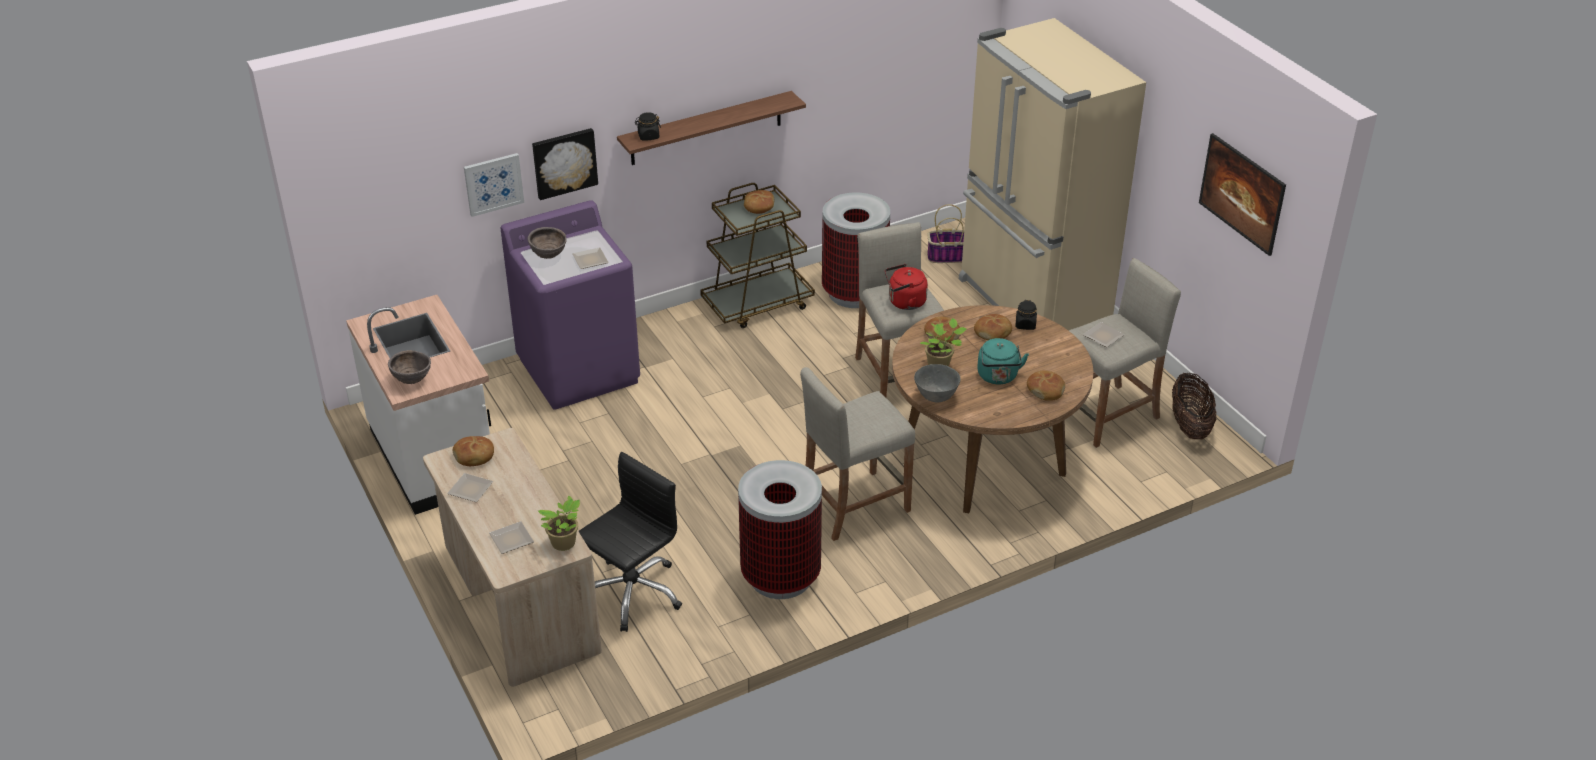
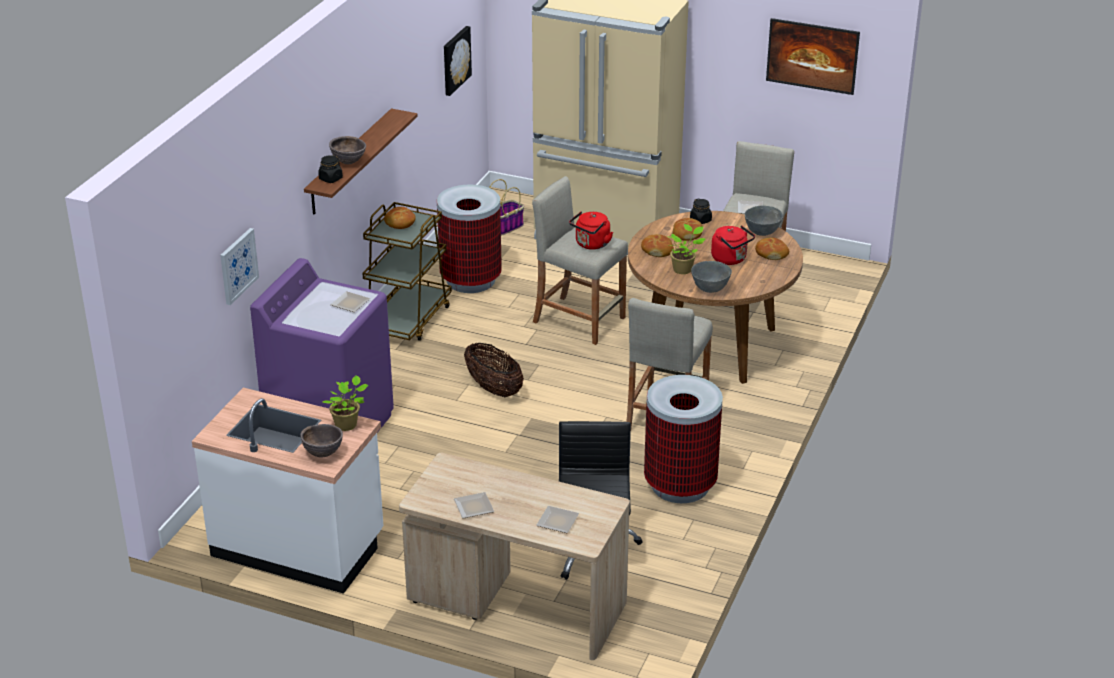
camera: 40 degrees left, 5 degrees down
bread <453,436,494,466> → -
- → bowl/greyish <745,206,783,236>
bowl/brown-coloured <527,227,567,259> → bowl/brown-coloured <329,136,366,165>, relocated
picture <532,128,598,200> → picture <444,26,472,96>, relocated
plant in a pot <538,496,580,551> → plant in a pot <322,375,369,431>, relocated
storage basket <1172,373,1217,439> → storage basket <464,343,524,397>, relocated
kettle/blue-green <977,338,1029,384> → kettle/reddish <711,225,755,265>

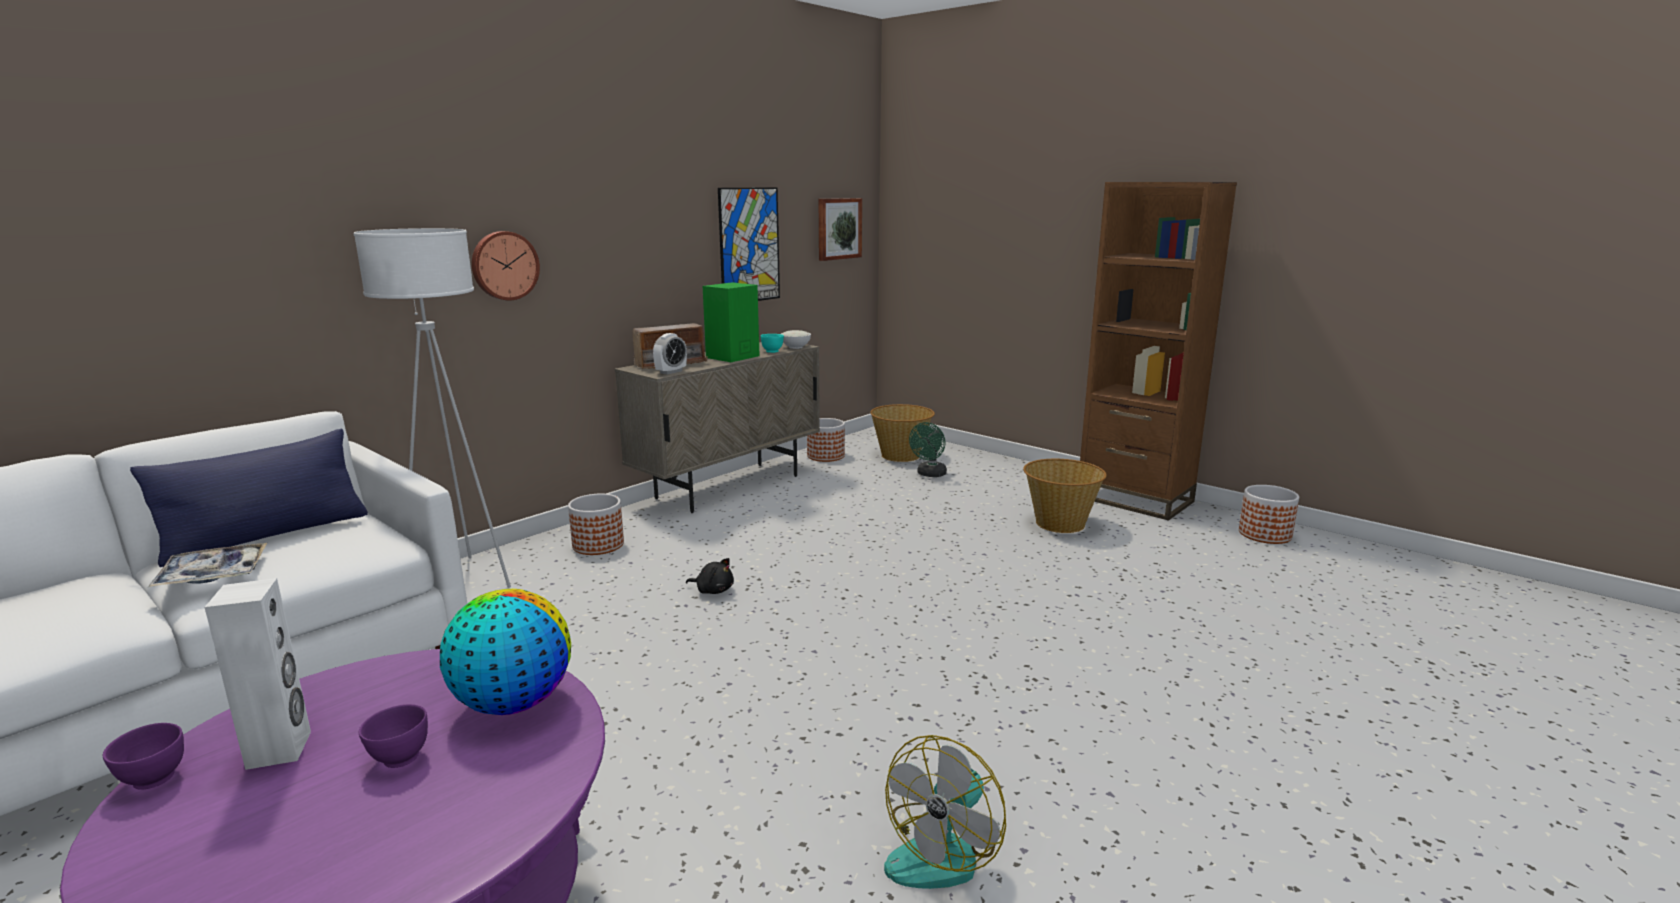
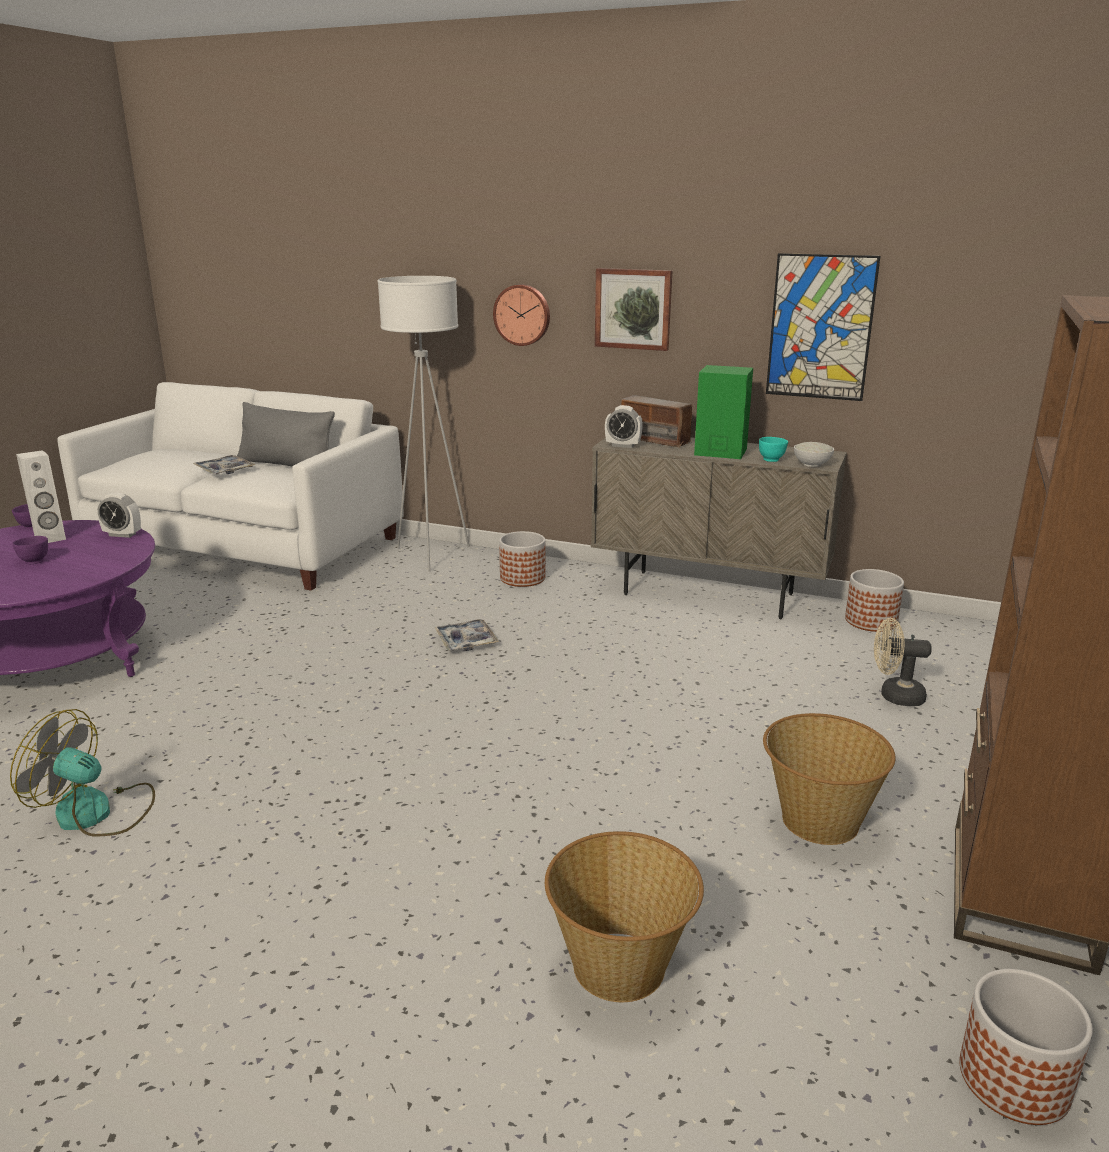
camera: 70 degrees right, 5 degrees up
desk globe <440,589,571,715> → -
- → bedside clock <97,493,141,538>
picture <819,198,862,261> → picture <595,268,672,351>, relocated
storage basket <870,404,935,462> → storage basket <545,831,704,1002>, relocated
cuddly toy/blackish <686,558,734,594> → carrying tray <434,619,499,651>
cushion/bluish <130,429,368,567> → cushion/greyish <237,402,335,466>
electric fan/greenish <909,422,947,477> → electric fan/sand-coloured <874,618,932,706>

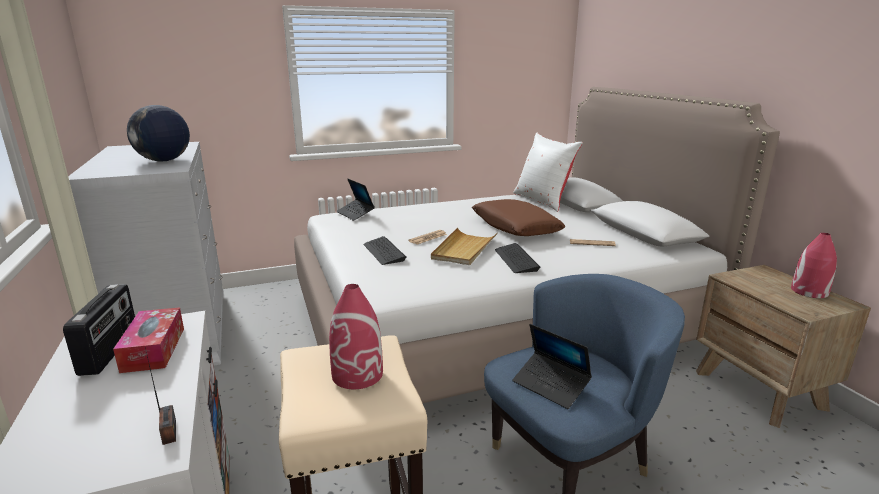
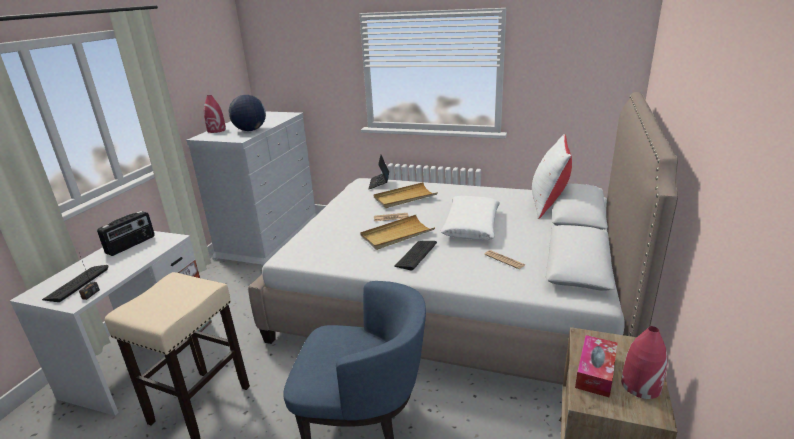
camera: 40 degrees right, 5 degrees up
portable computer <512,324,592,409> → -
- → carrying tray/sand-coloured <373,182,438,208>
box of tissues <113,307,184,373> → box of tissues <575,335,617,397>, relocated
vase/reddish <329,284,383,389> → vase/reddish <204,95,226,133>, relocated
keyboard <364,236,406,265> → keyboard <42,265,109,302>, relocated
cushion/brown-coloured <472,199,566,236> → cushion/white <440,196,500,240>

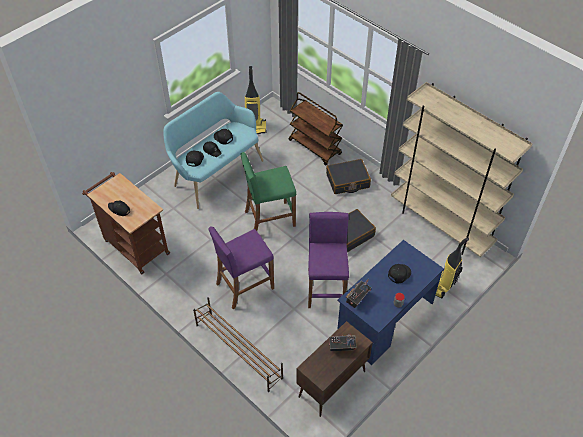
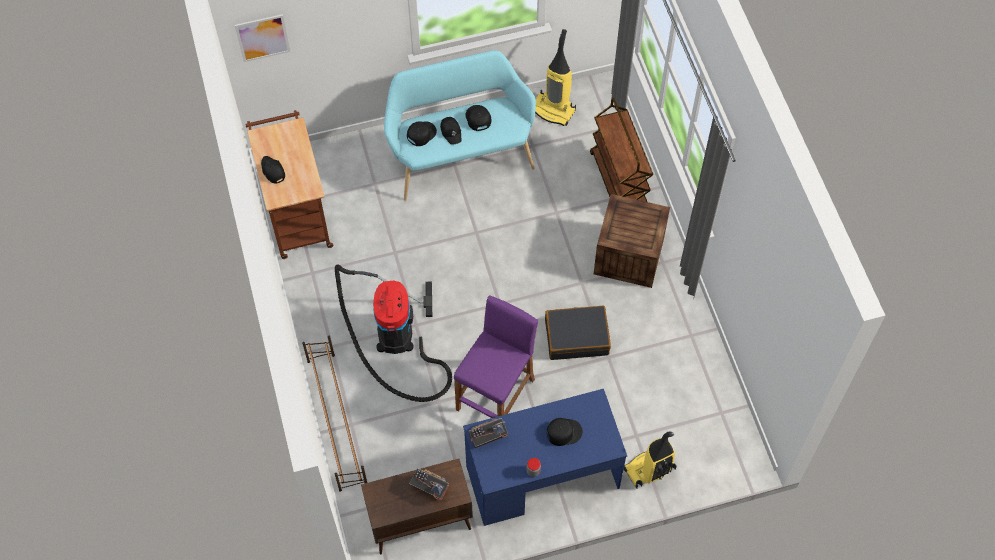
camera: 30 degrees right, 10 degrees up
sitting stool/greenish <241,152,296,231> → -
shelving unit/sand-coloured <391,82,533,257> → -
- → picture <235,14,291,62>
sitting stool/purple-coloured <208,226,274,309> → hoover <335,265,452,402>
suitcase/blackish <326,159,371,194> → shipping crate <594,194,670,288>

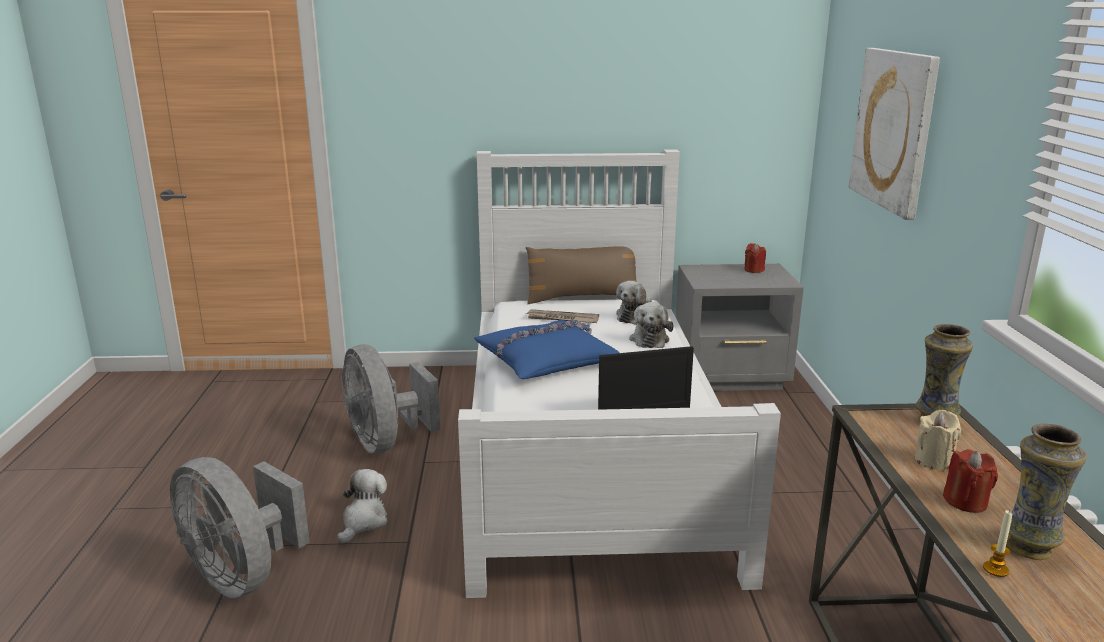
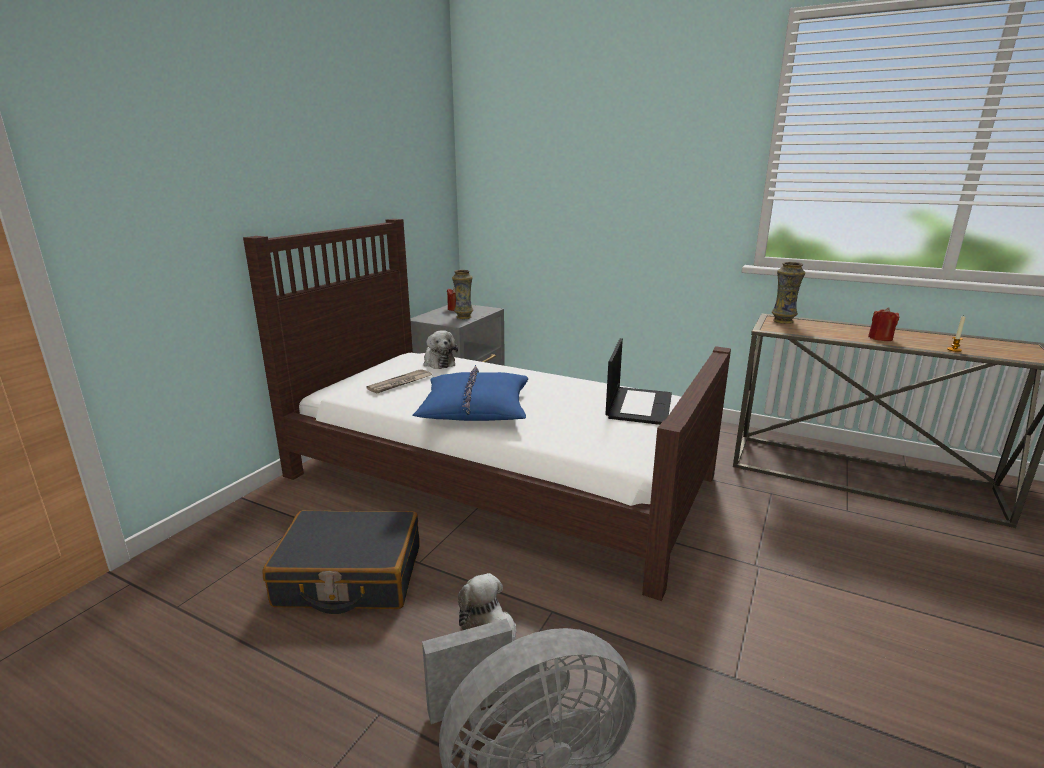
camera: 60 degrees left, 0 degrees up
cushion/brown-coloured <526,246,637,304> → -
cuddly toy <629,302,674,348> → -
picture <849,48,940,220> → -
wax light/sand-coloured <915,410,961,470> → -
vase <1007,424,1087,560> → vase <452,270,473,319>, relocated
electric fan/greyish <341,344,441,454> → suitcase/blackish <262,510,420,614>
bed/white <458,150,781,598> → bed/brown-coloured <243,219,731,601>

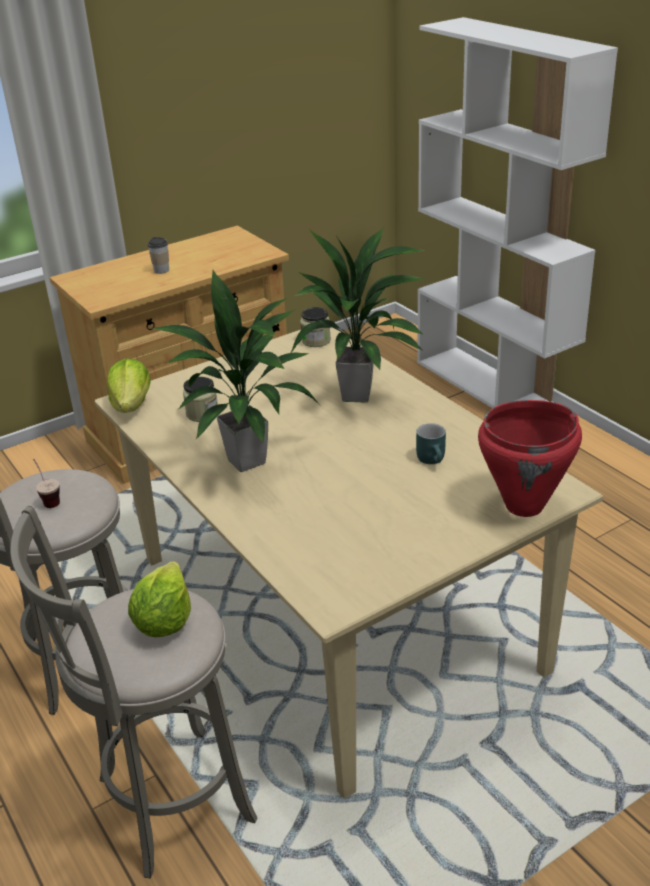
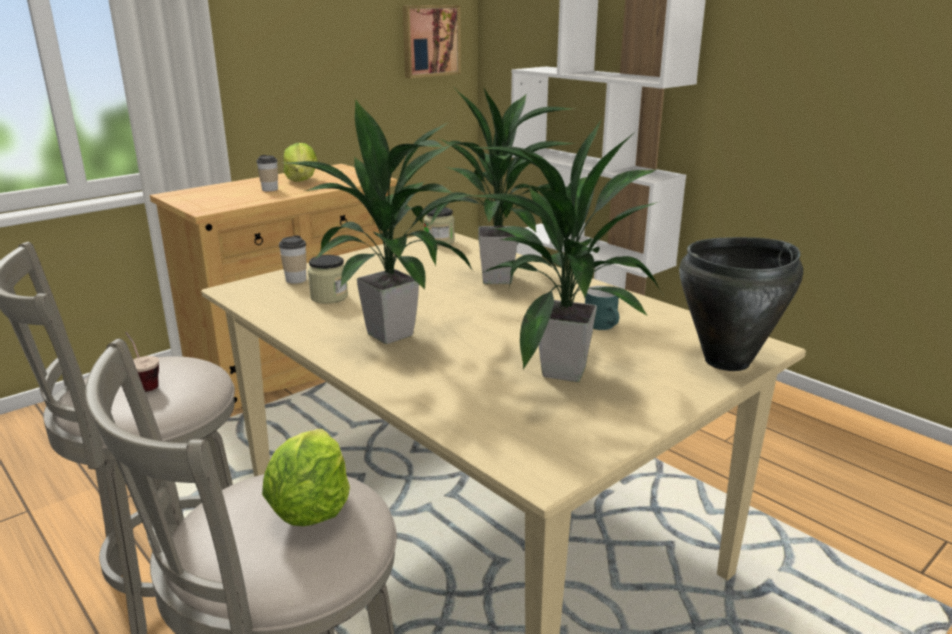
camera: 10 degrees left, 10 degrees down
- → drinking cup <279,235,306,284>
- → picture <403,5,461,78>
- → plant in a pot <470,120,662,382>
head of lettuce <107,359,151,413> → head of lettuce <283,143,318,182>, relocated
saucepot/reddish <478,400,582,517> → saucepot/blackish <679,237,803,371>

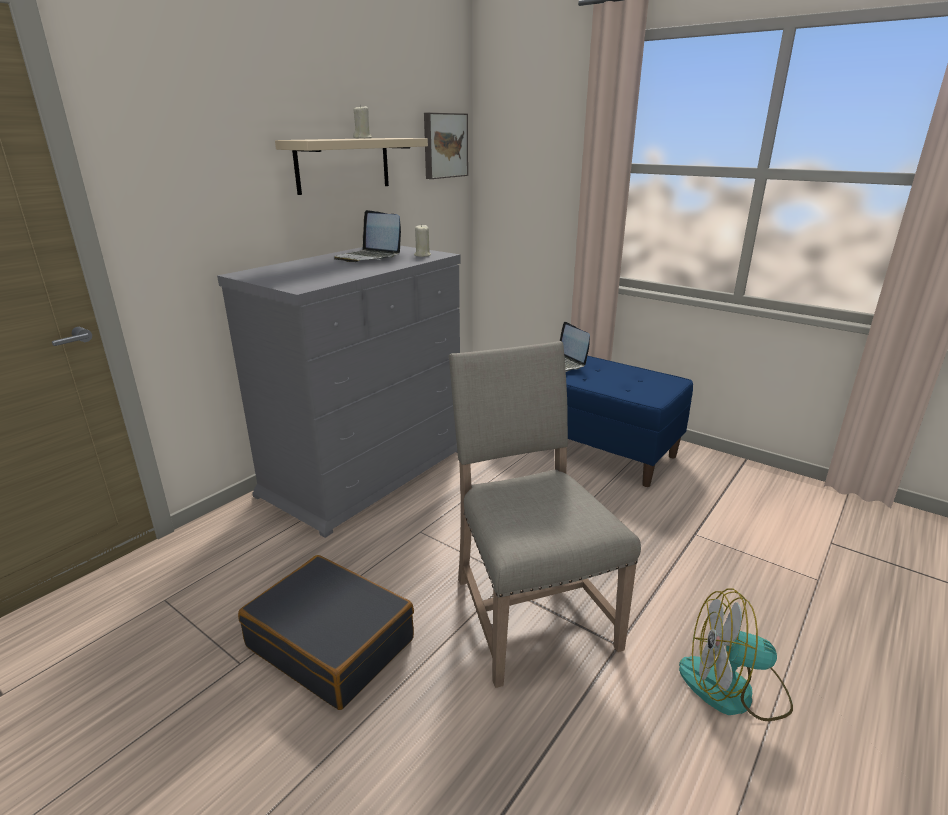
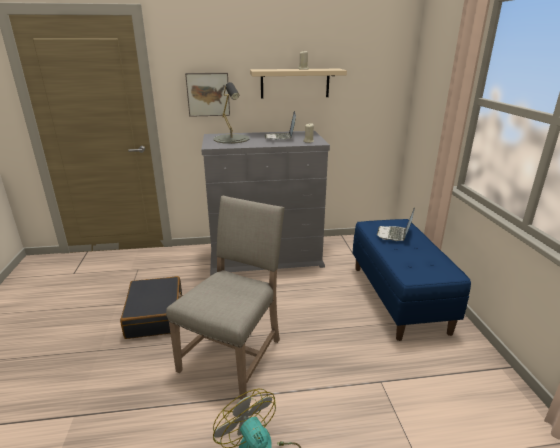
camera: 45 degrees right, 0 degrees up
- → tabletop lamp/greyish <214,82,250,144>
picture <424,113,468,179> → picture <185,73,230,117>, relocated

